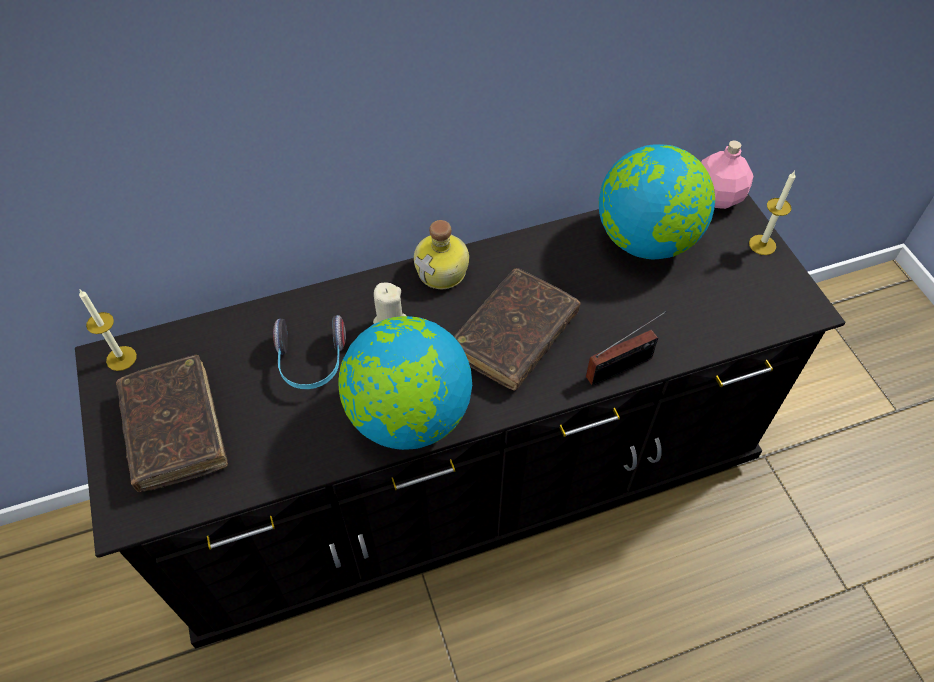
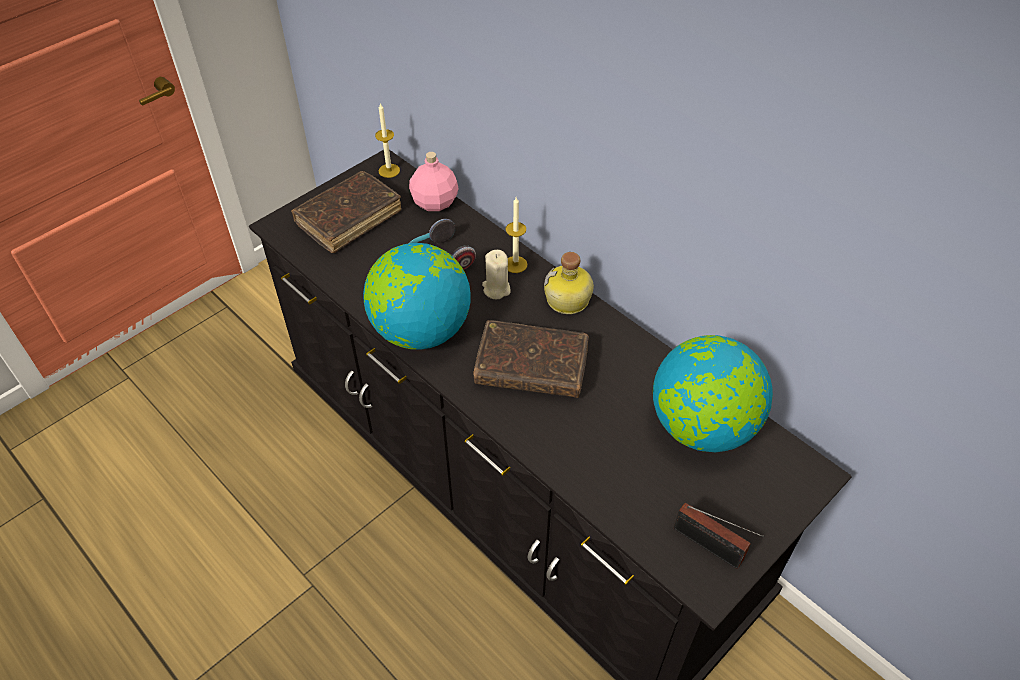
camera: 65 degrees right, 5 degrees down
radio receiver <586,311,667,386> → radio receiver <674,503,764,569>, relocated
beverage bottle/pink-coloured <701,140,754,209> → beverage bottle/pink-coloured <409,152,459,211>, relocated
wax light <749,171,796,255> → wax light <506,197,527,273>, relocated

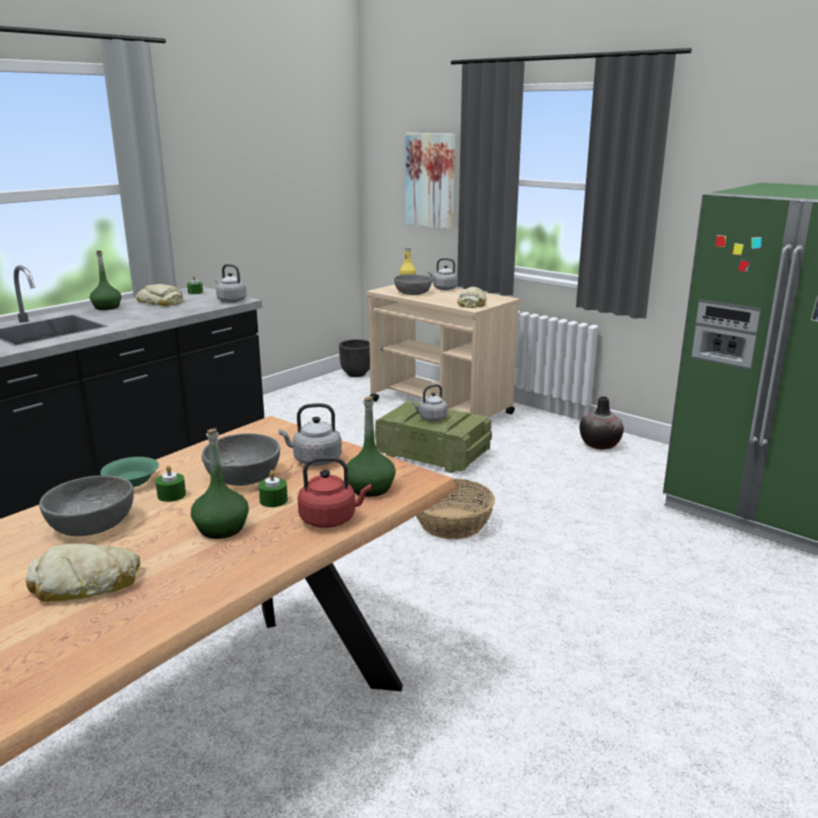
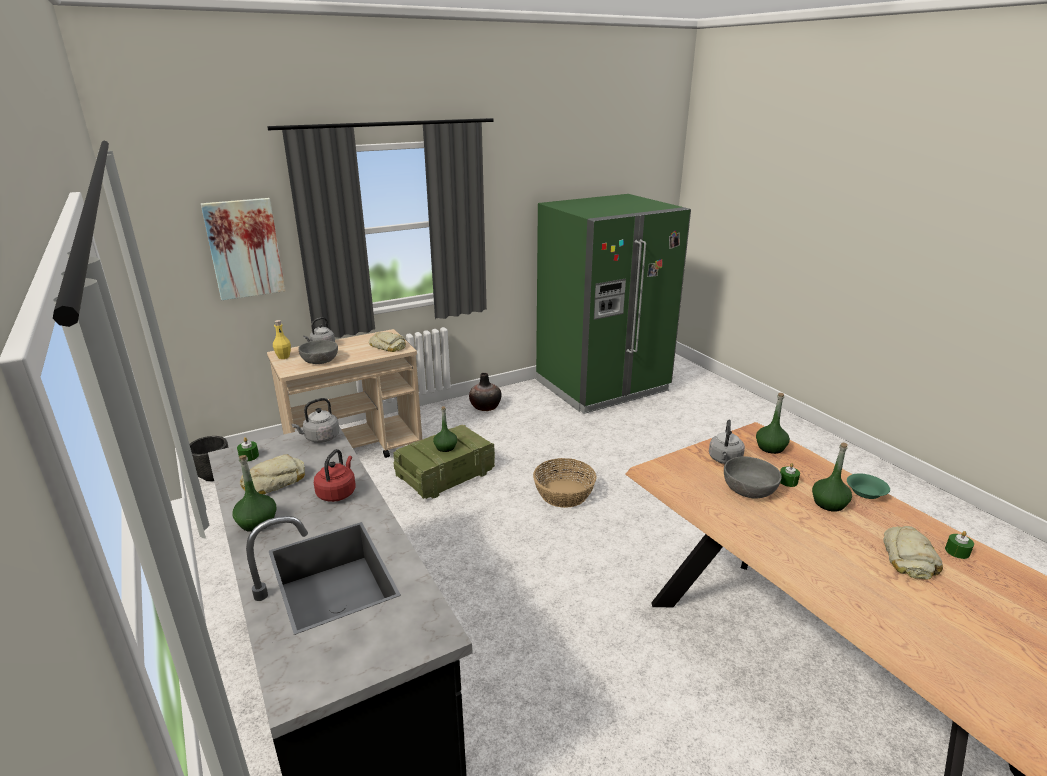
camera: 70 degrees left, 5 degrees up
bowl/greyish <39,475,134,536> → -
bowl/greenish <100,457,159,487> → bowl/greenish <847,473,890,499>, relocated
wax light/greenish <155,465,186,502> → wax light/greenish <945,531,974,559>, relocated
kettle/reddish <298,457,371,528> → kettle/reddish <314,449,356,502>, relocated
kettle/greyish <412,384,447,421> → beverage bottle/greenish <433,406,457,452>

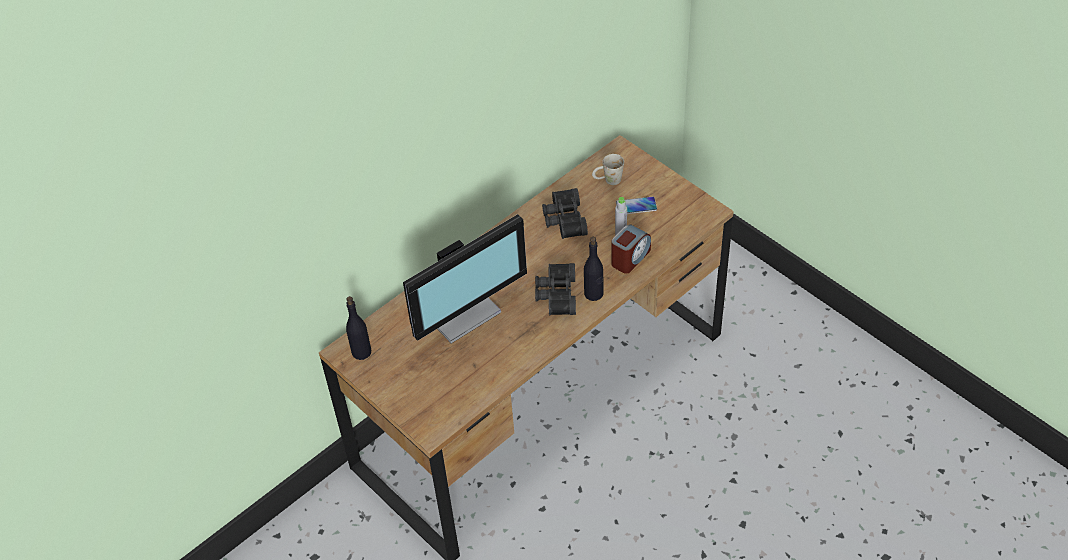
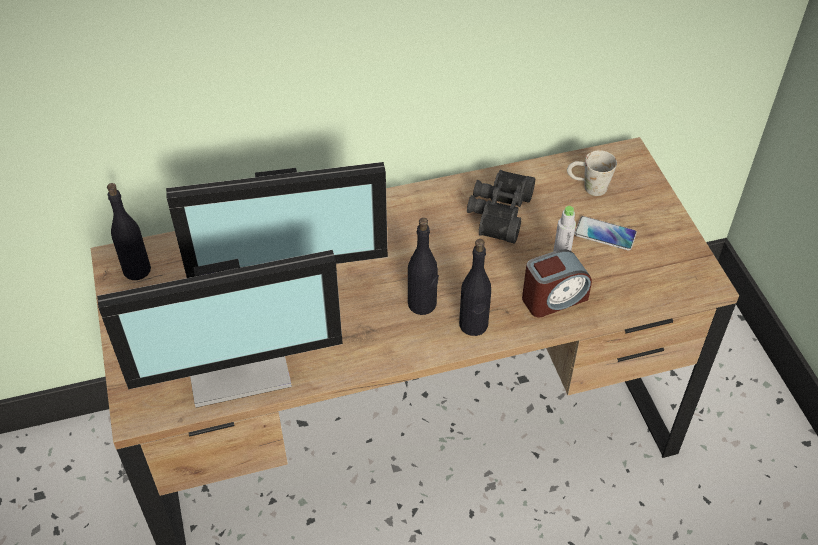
camera: 25 degrees right, 0 degrees up
- → monitor <97,250,343,408>
binoculars/blackish <535,263,576,315> → beverage bottle/blackish <408,218,439,315>

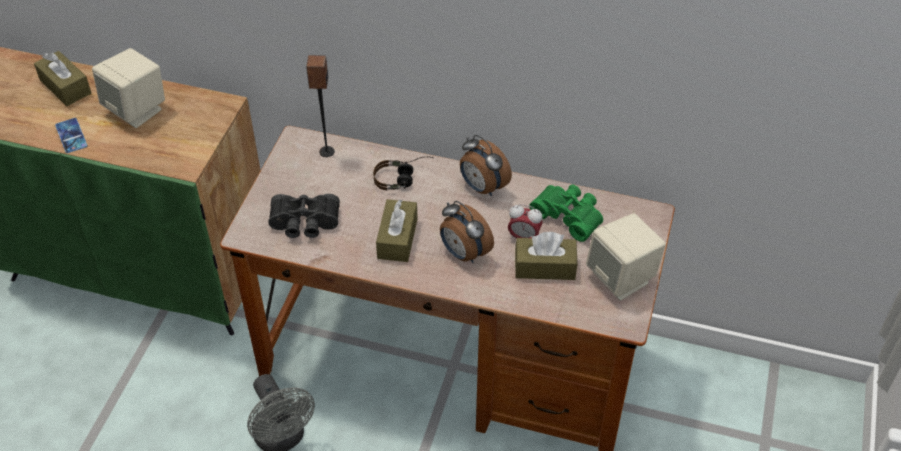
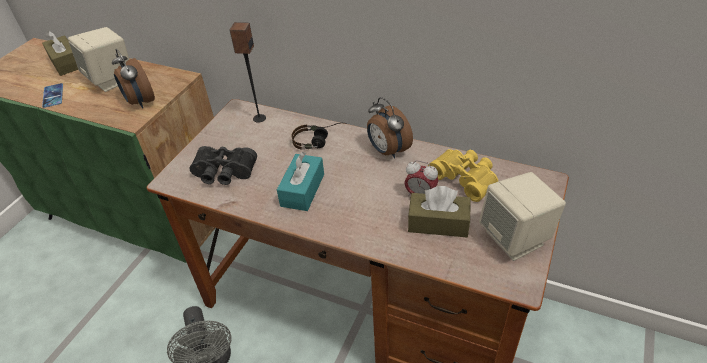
camera: 10 degrees right, 5 degrees down
bedside clock <440,201,494,263> → bedside clock <112,49,155,108>, relocated
box of tissues/brown-coloured <376,199,418,262> → box of tissues/blue-green <277,152,324,211>
binoculars/greenish <529,184,603,242> → binoculars/yellowish <428,149,498,202>

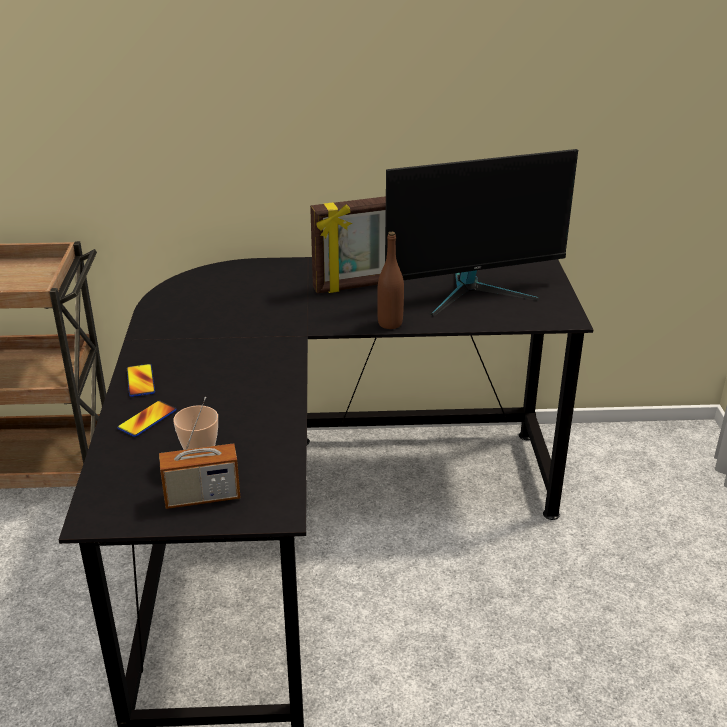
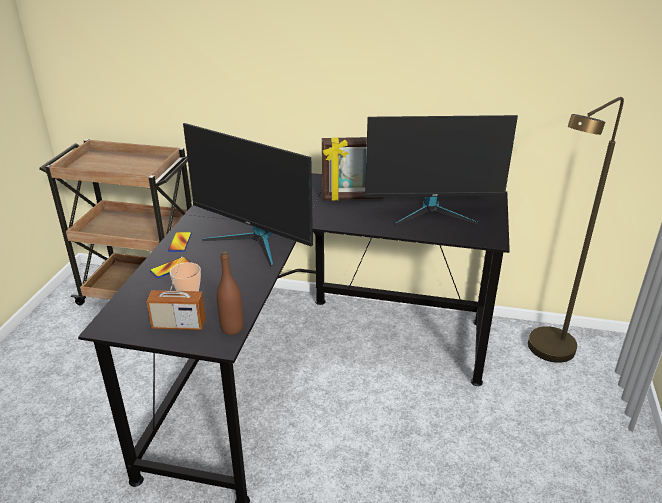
camera: 15 degrees right, 0 degrees up
- → monitor <183,123,313,267>
- → floor lamp/brown-coloured <528,97,624,363>
beverage bottle/brown-coloured <377,232,404,329> → beverage bottle/brown-coloured <217,251,243,335>, relocated

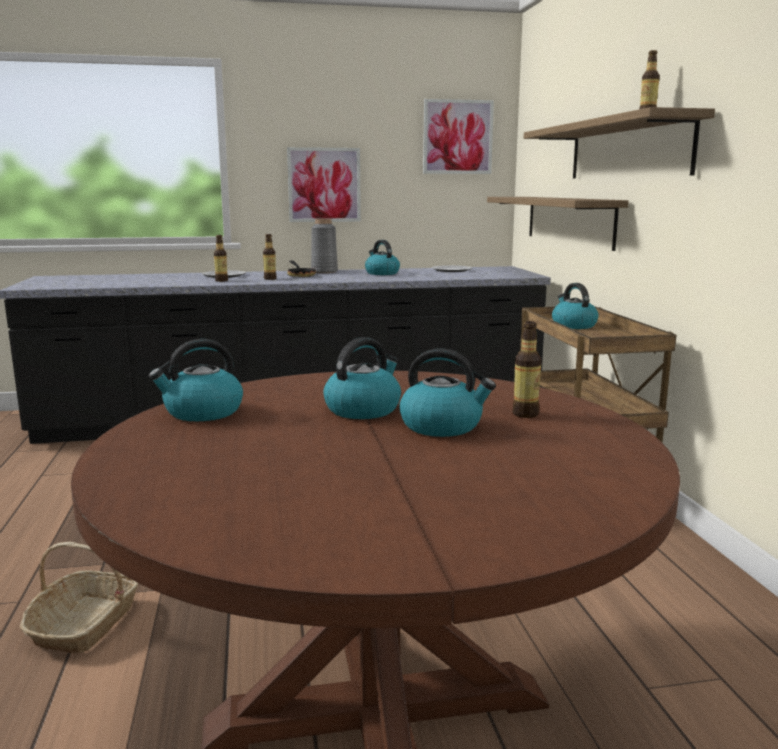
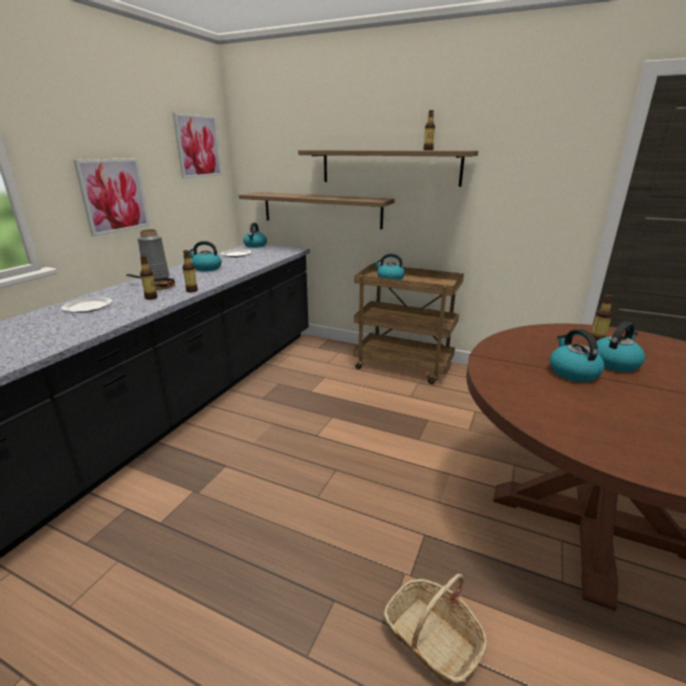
camera: 55 degrees left, 10 degrees up
kettle <149,339,243,421> → kettle <243,223,267,248>, relocated
beverage bottle <214,235,228,282> → beverage bottle <183,250,198,292>, relocated

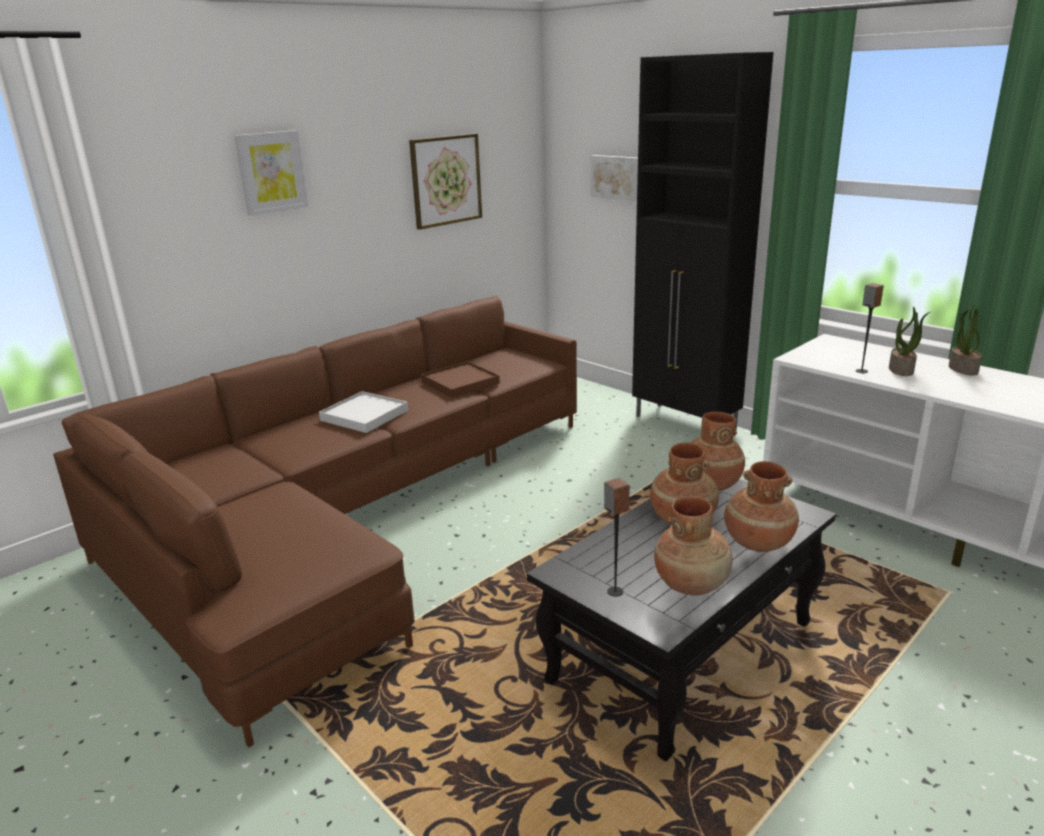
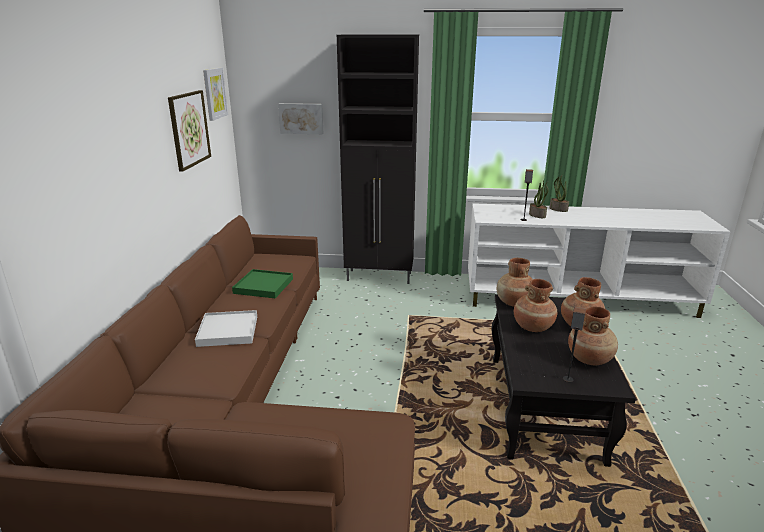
camera: 40 degrees left, 0 degrees up
picture <234,130,308,216> → picture <203,68,228,121>, relocated
carrying tray/brown-coloured <421,361,500,398> → carrying tray/greenish <232,269,293,298>

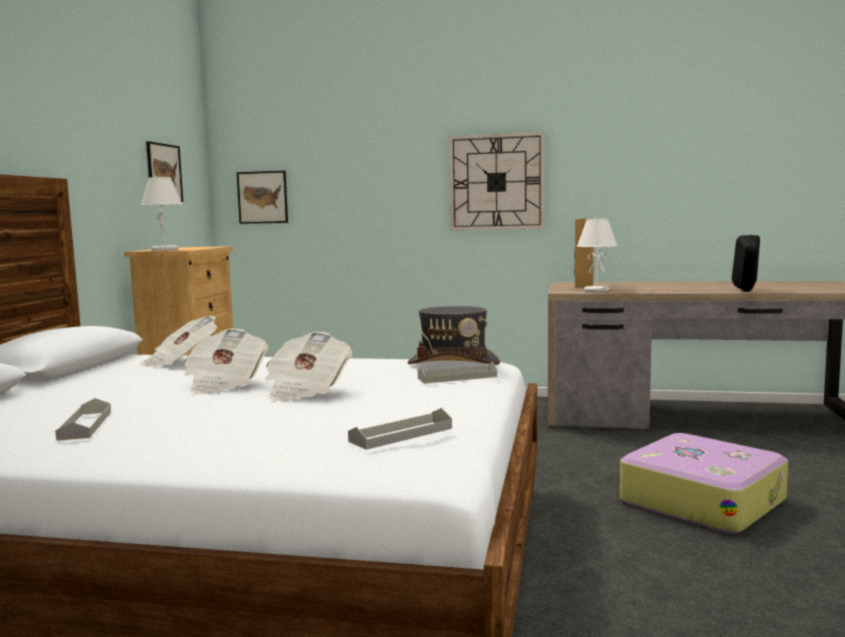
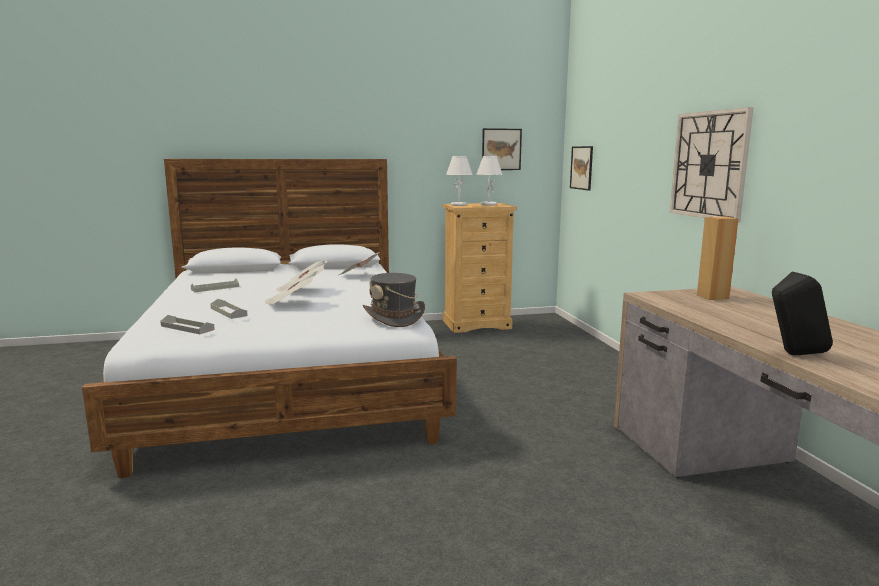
camera: 65 degrees right, 5 degrees up
suitcase <620,433,788,534> → -
carrying tray/greyish <418,362,497,384> → carrying tray/greyish <210,299,248,319>, relocated
tabletop lamp/white <577,219,618,292> → tabletop lamp/white <476,156,503,206>, relocated

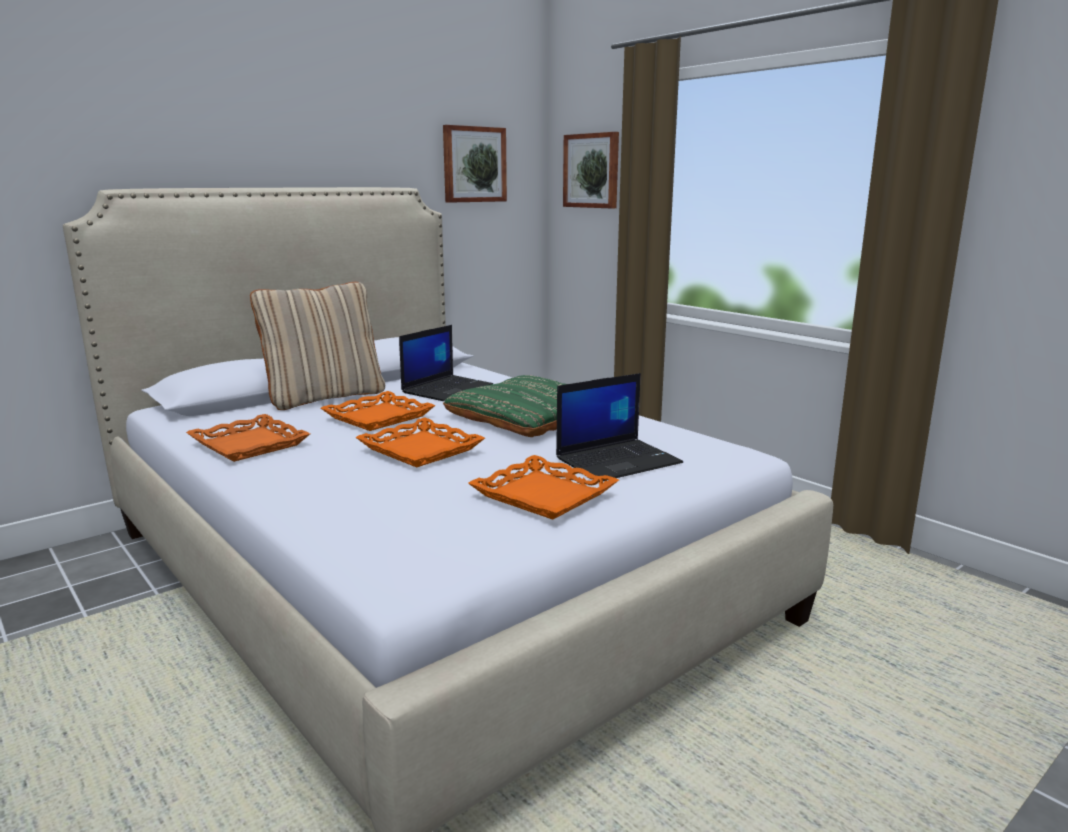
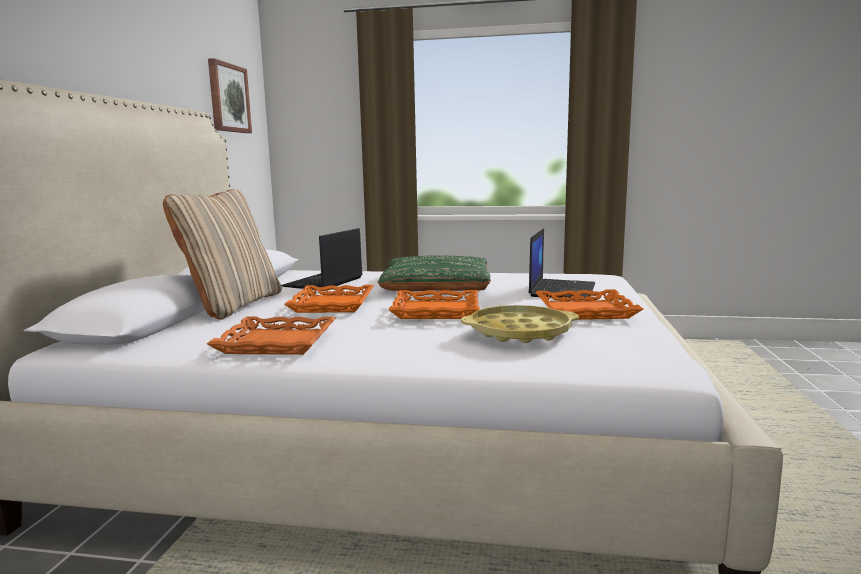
camera: 40 degrees left, 5 degrees down
picture <563,132,619,208> → -
- → carrying tray/yellowish <461,305,579,343>
portable computer <399,325,493,401> → portable computer <281,228,362,290>, 150 degrees counterclockwise

